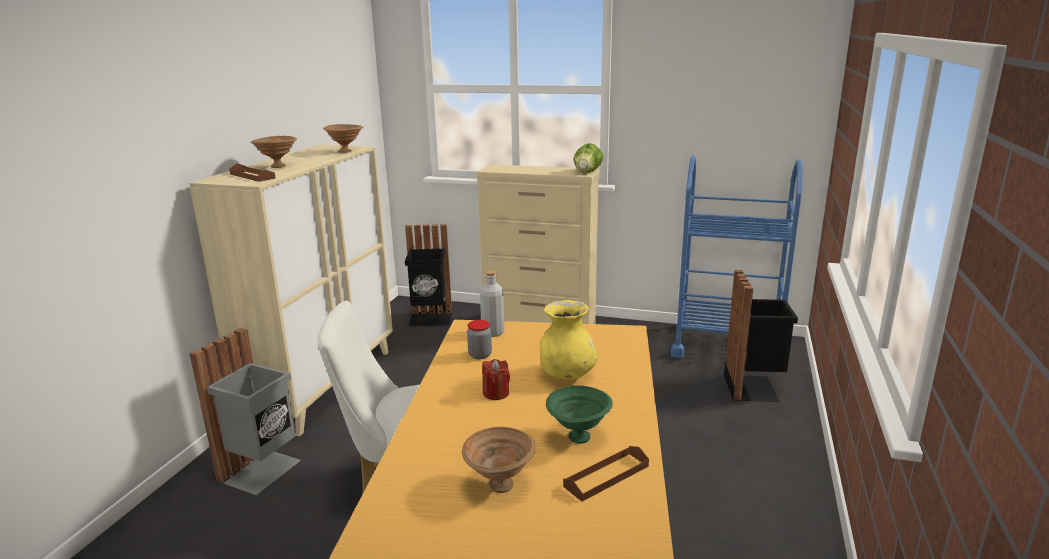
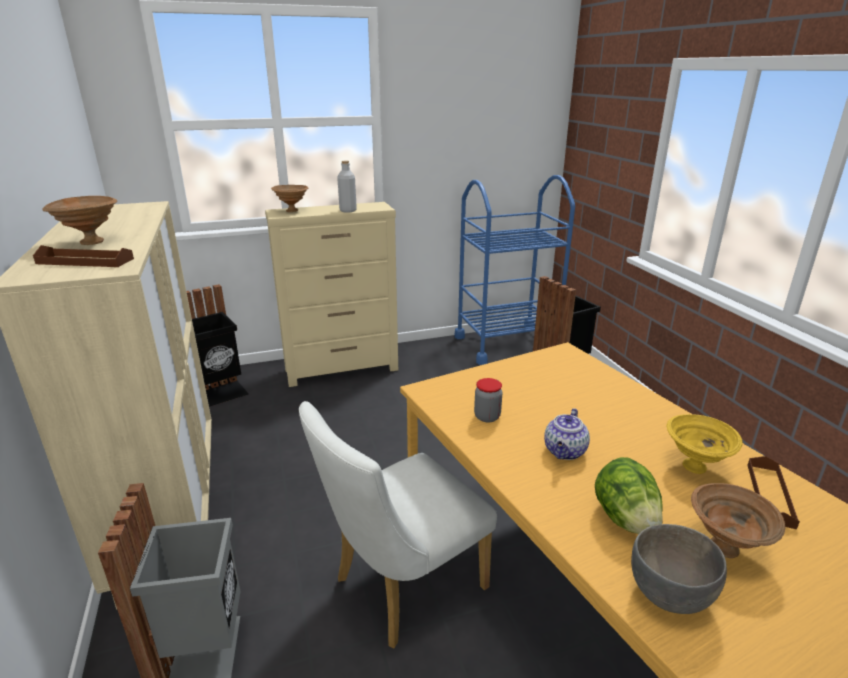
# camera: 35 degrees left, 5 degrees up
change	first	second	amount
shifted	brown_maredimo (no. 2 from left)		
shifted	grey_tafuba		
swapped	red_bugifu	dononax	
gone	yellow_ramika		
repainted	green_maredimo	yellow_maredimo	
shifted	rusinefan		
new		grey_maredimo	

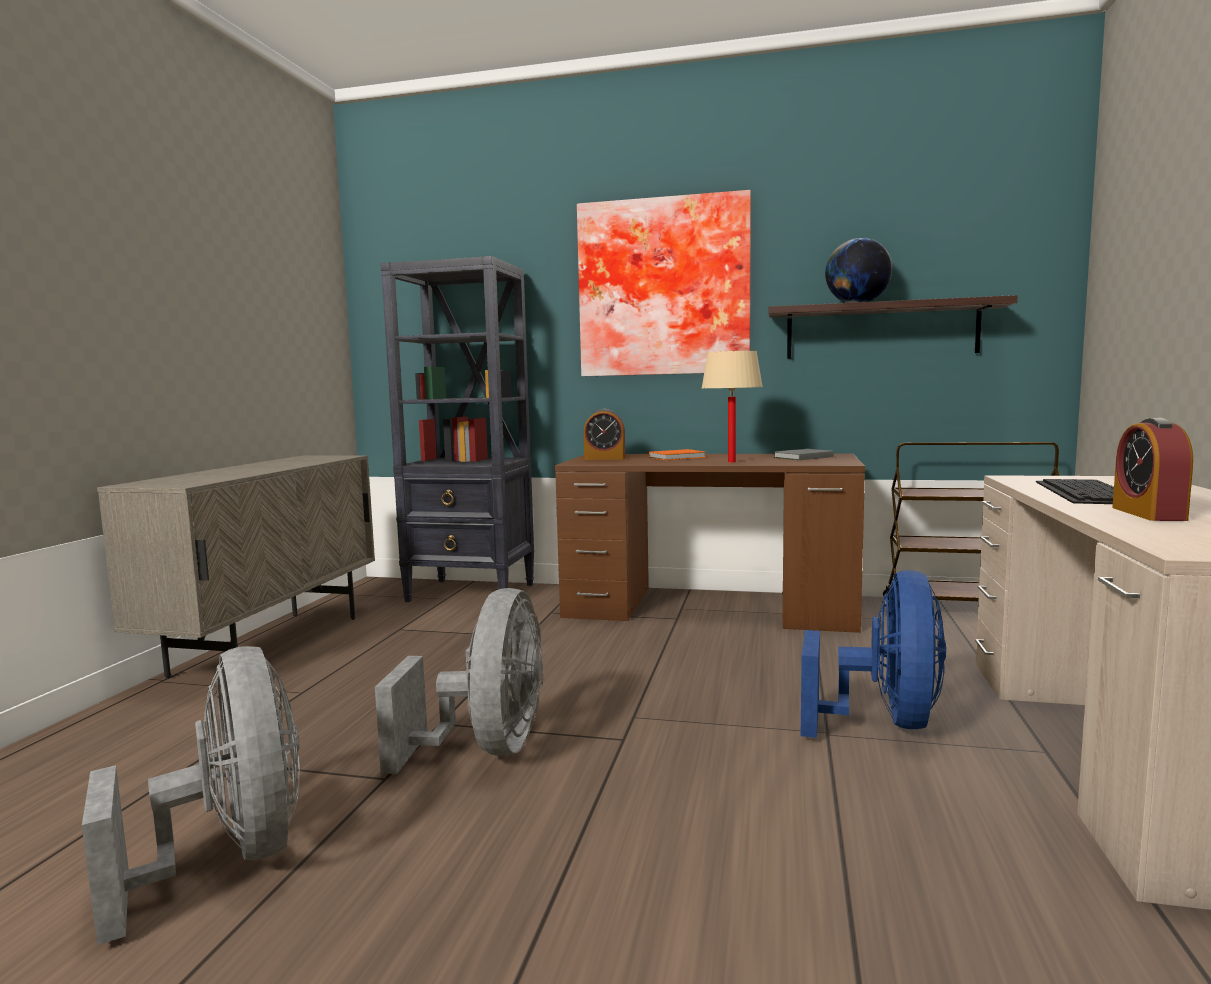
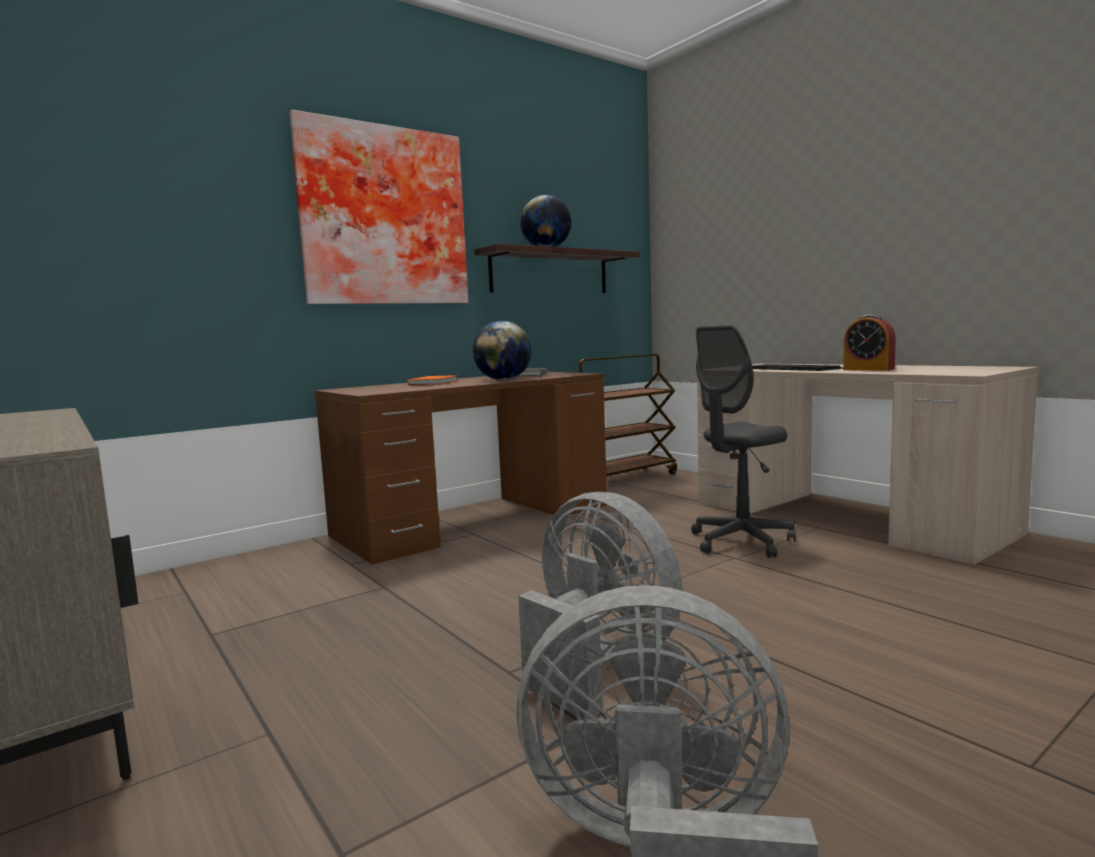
# camera: 50 degrees left, 0 degrees up
change	first	second	amount
gone	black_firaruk		
gone	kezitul (no. 1 from left)		
swapped	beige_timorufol	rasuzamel (no. 1 from left)	
swapped	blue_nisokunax	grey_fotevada	

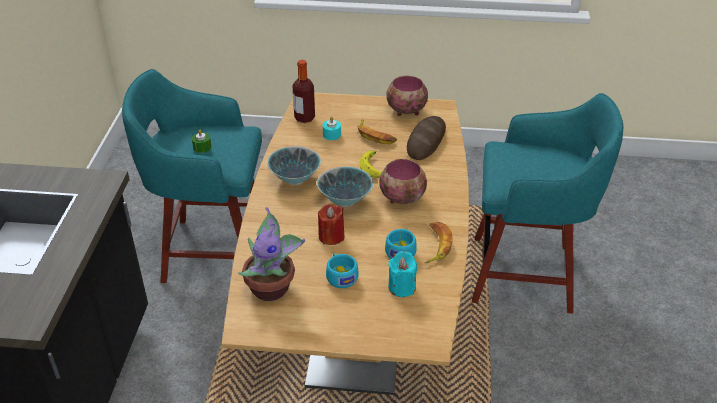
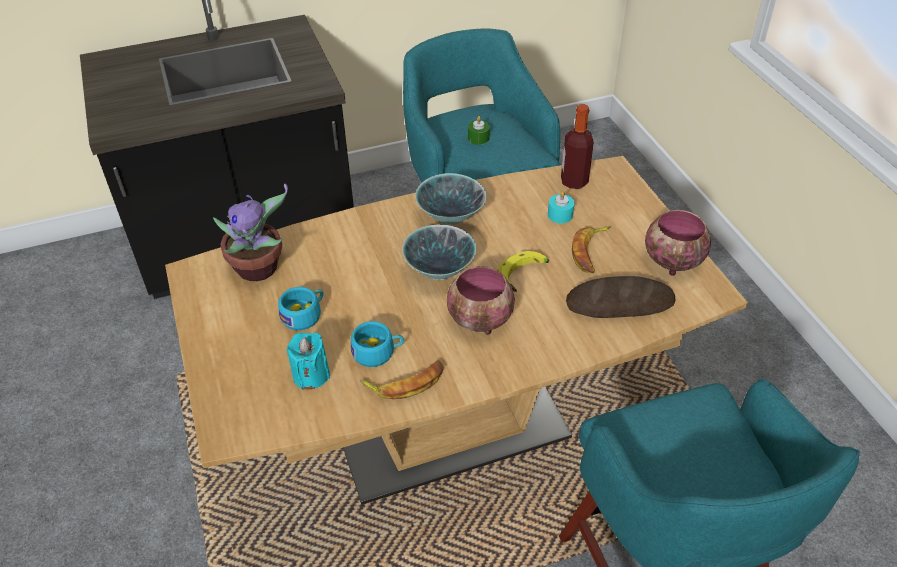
# camera: 65 degrees right, 5 degrees up
change	first	second	amount
gone	red_bugifu		

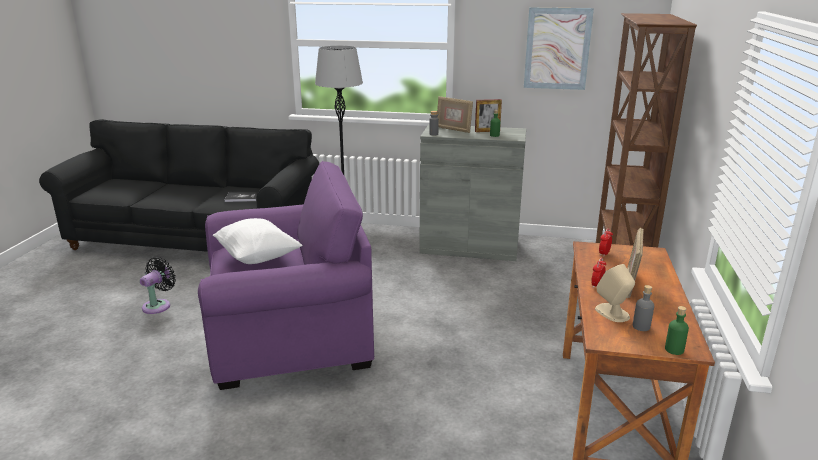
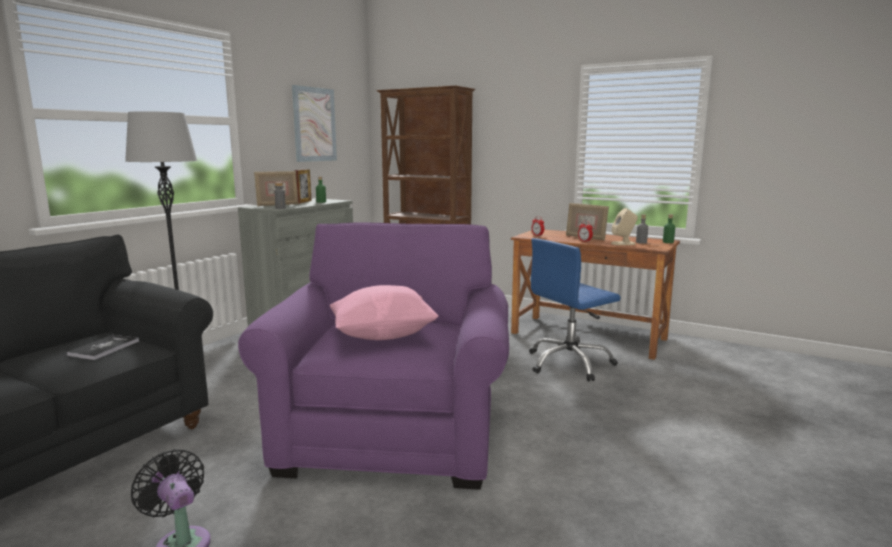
# camera: 70 degrees left, 10 degrees down
change	first	second	amount
repainted	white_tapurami	pink_tapurami	
new		blue_fotevada	

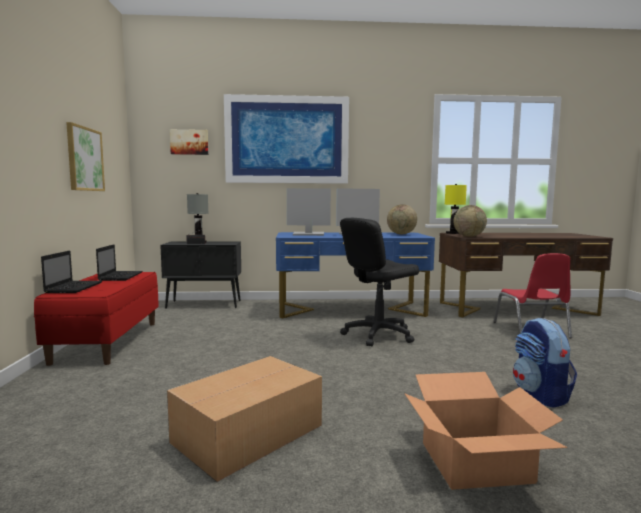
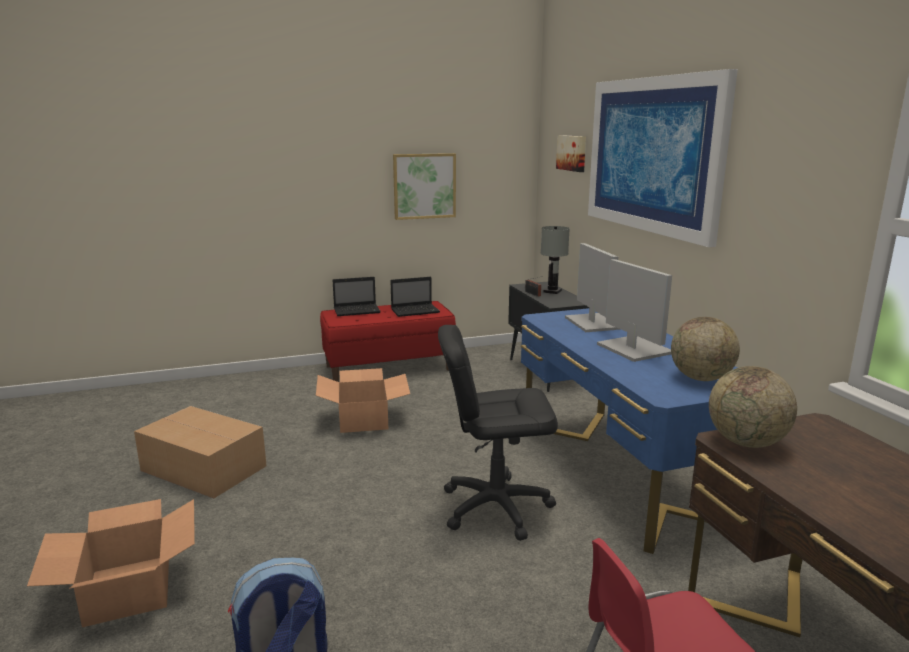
# camera: 75 degrees right, 10 degrees up
change	first	second	amount
rotated	black_fotevada		45 degrees counterclockwise
gone	yellow_timorufol		
new		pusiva (no. 3 from left)	

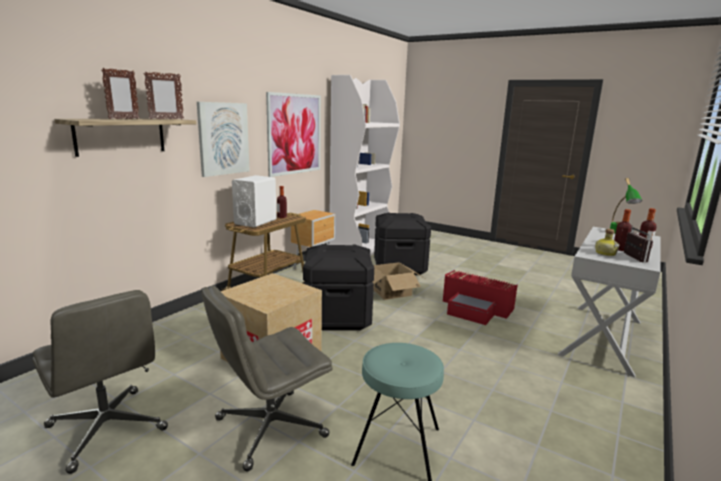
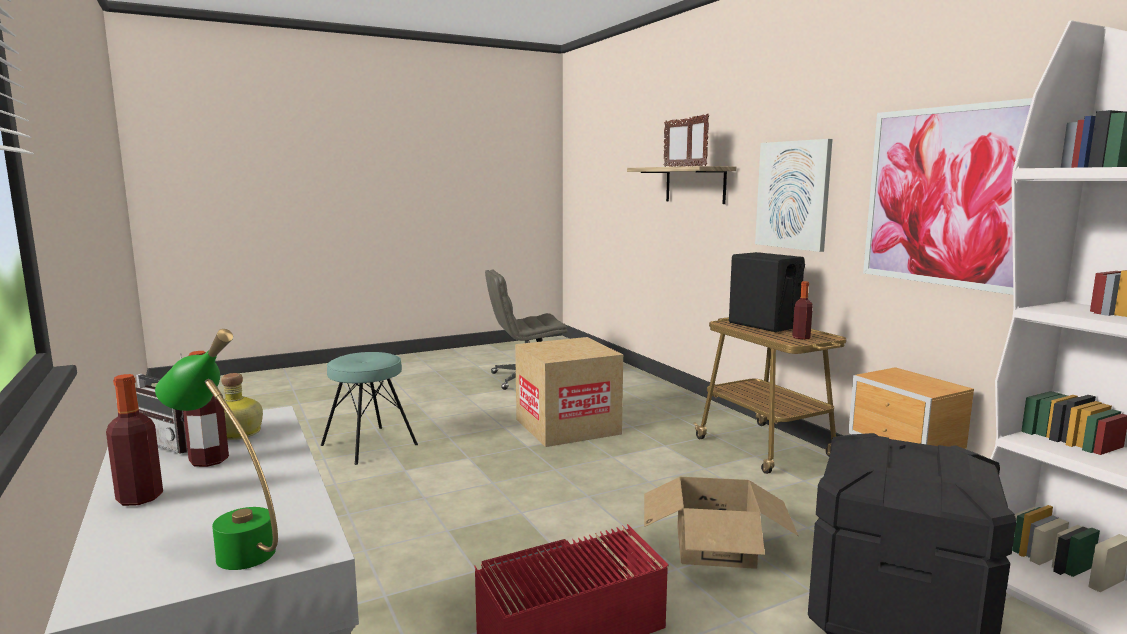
# camera: 120 degrees right, 5 degrees down
change	first	second	amount
gone	grey_fotevada (no. 2 from left)		
repainted	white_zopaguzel	black_zopaguzel	
gone	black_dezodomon (no. 1 from left)		

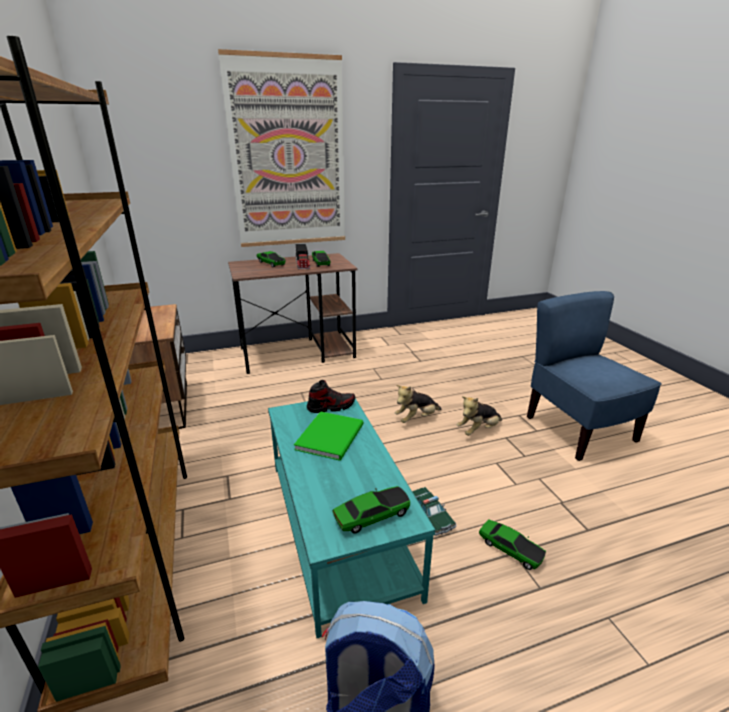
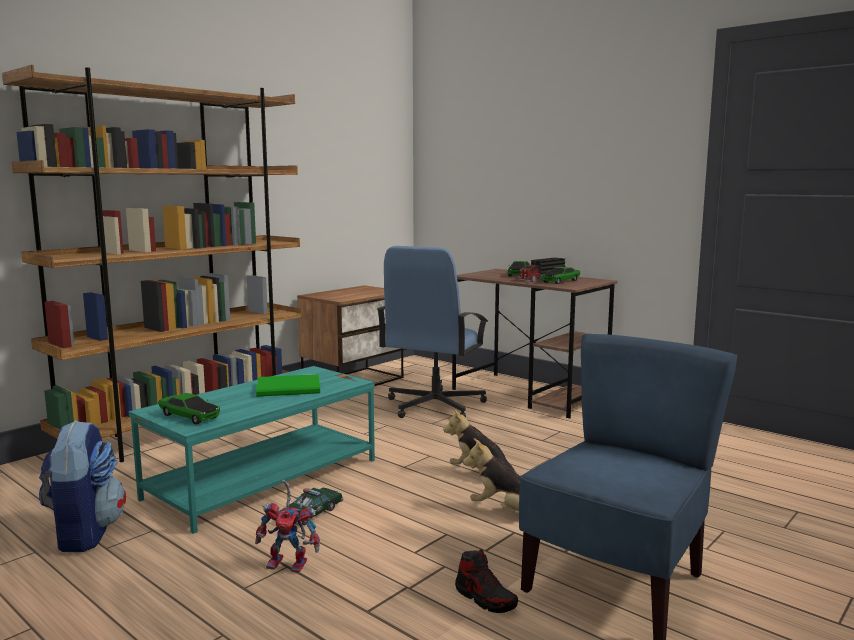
# camera: 60 degrees right, 15 degrees down
change	first	second	amount
gone	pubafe		
shifted	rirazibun		
swapped	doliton (no. 5 from left)	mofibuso	
new		blue_fotevada	

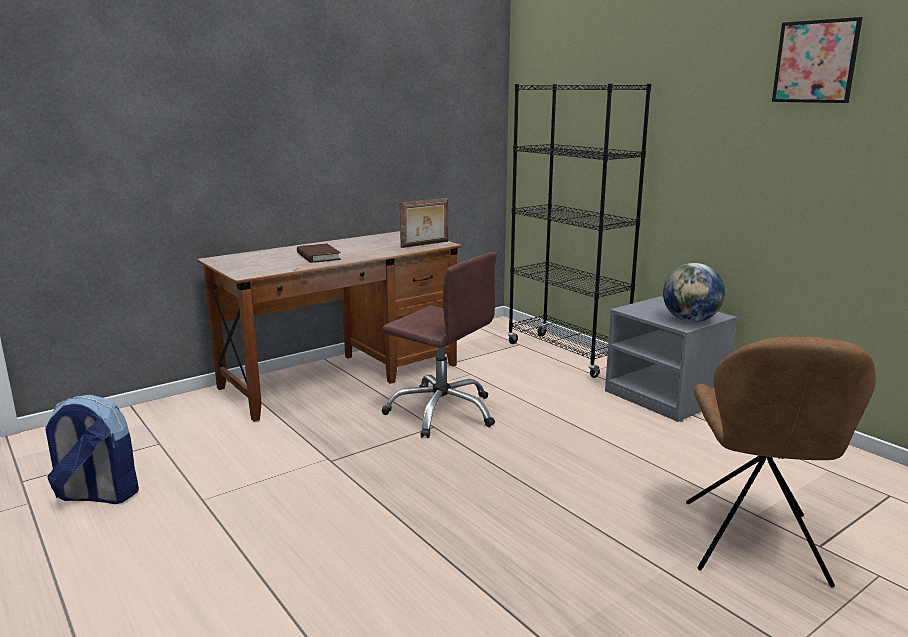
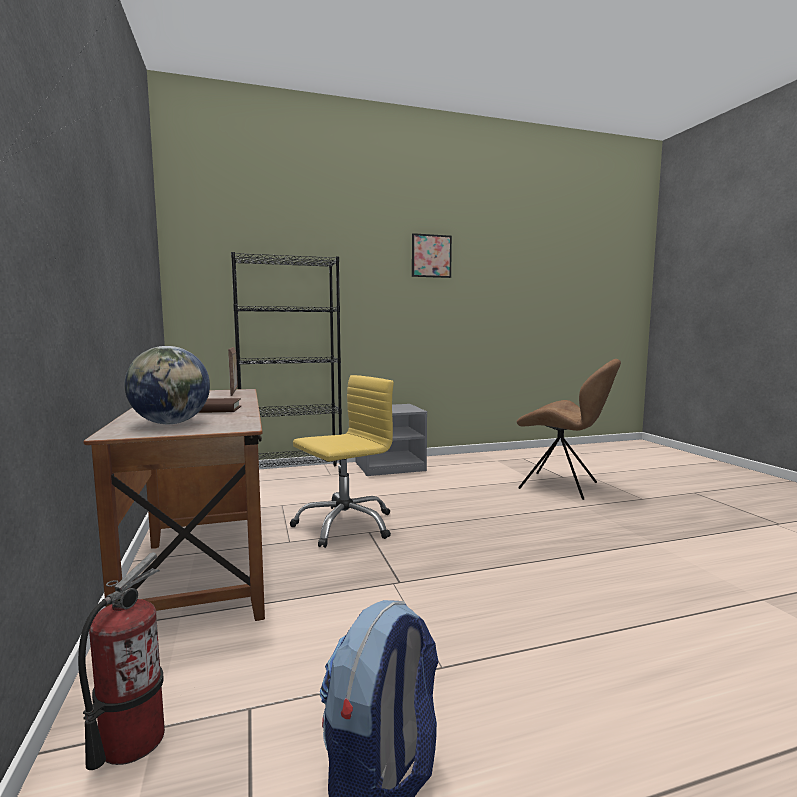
# camera: 70 degrees left, 10 degrees down
change	first	second	amount
repainted	brown_fotevada	yellow_fotevada	
shifted	rasuzamel		
new		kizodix	

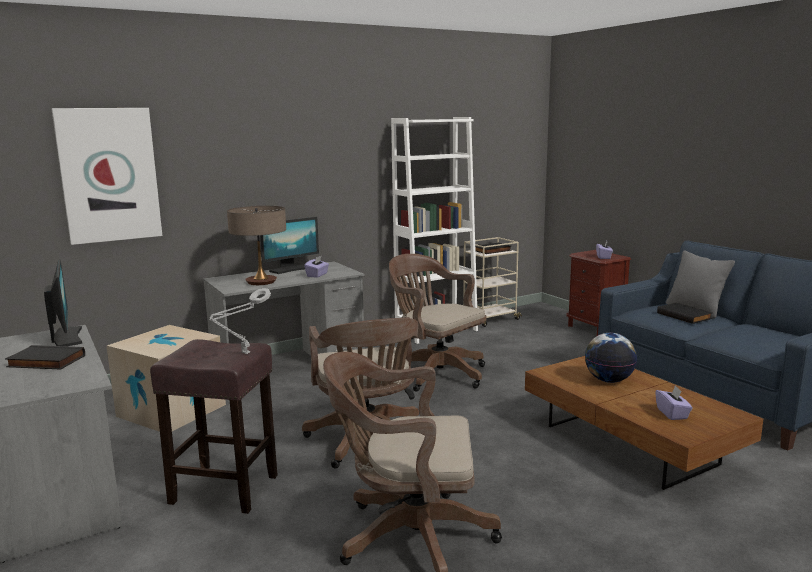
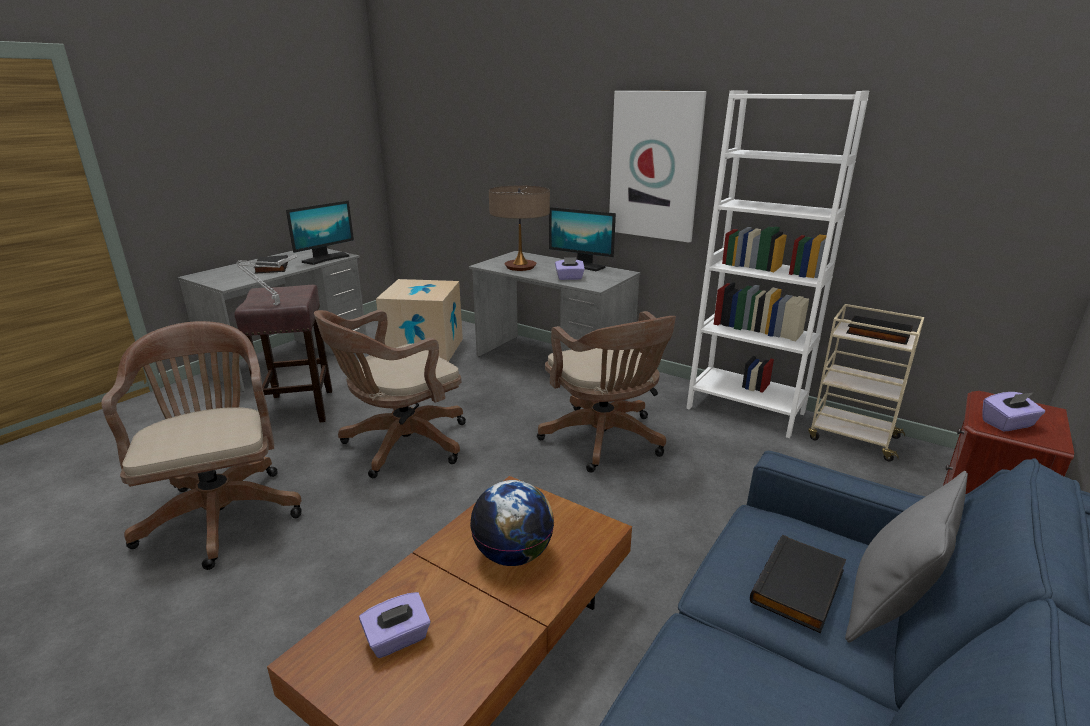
# camera: 65 degrees right, 10 degrees up
change	first	second	amount
shifted	pubafe		
rotated	brown_fotevada (no. 3 from left)		135 degrees clockwise

